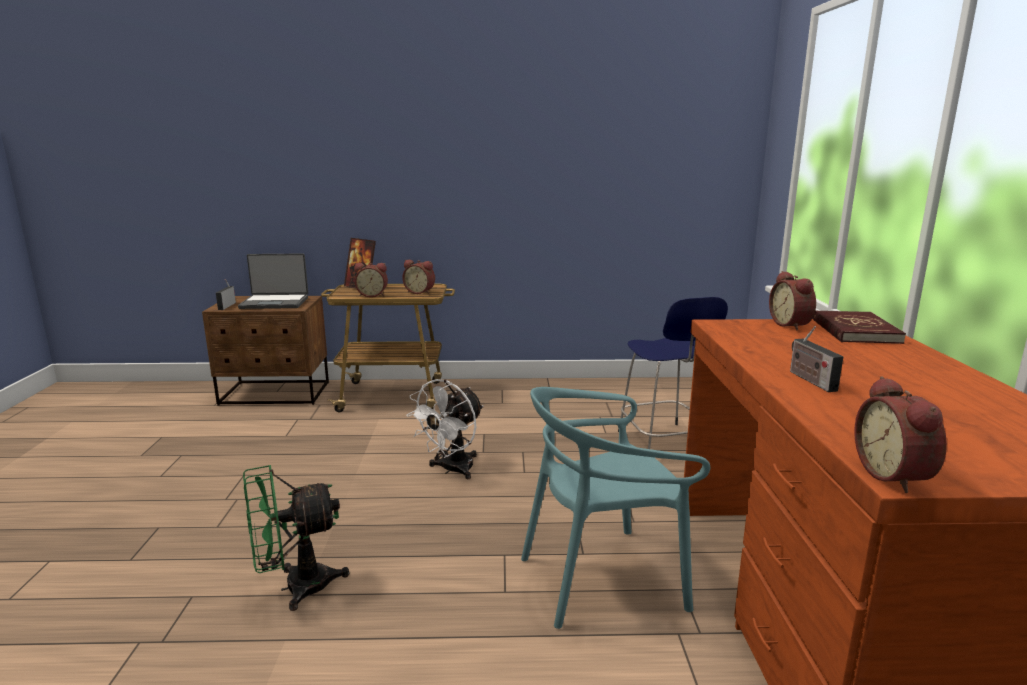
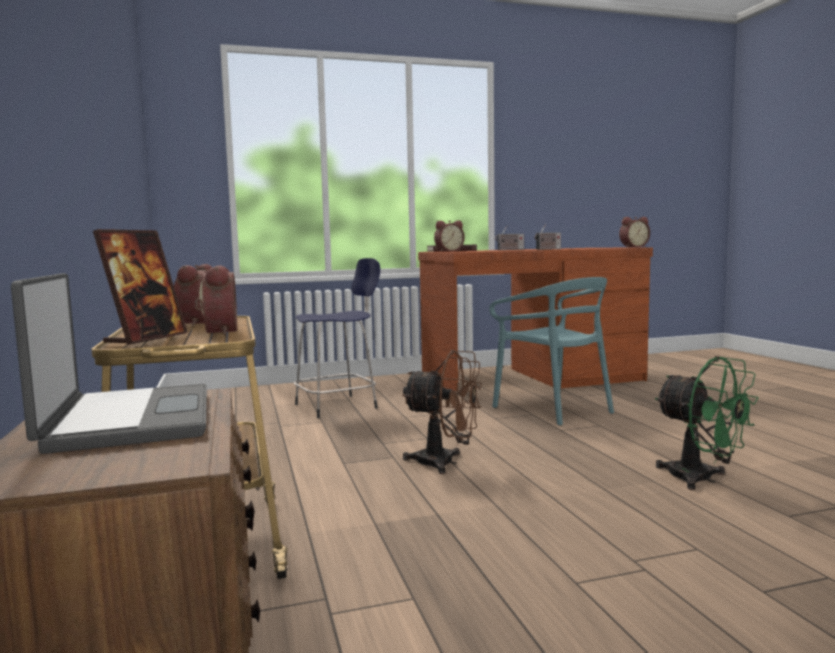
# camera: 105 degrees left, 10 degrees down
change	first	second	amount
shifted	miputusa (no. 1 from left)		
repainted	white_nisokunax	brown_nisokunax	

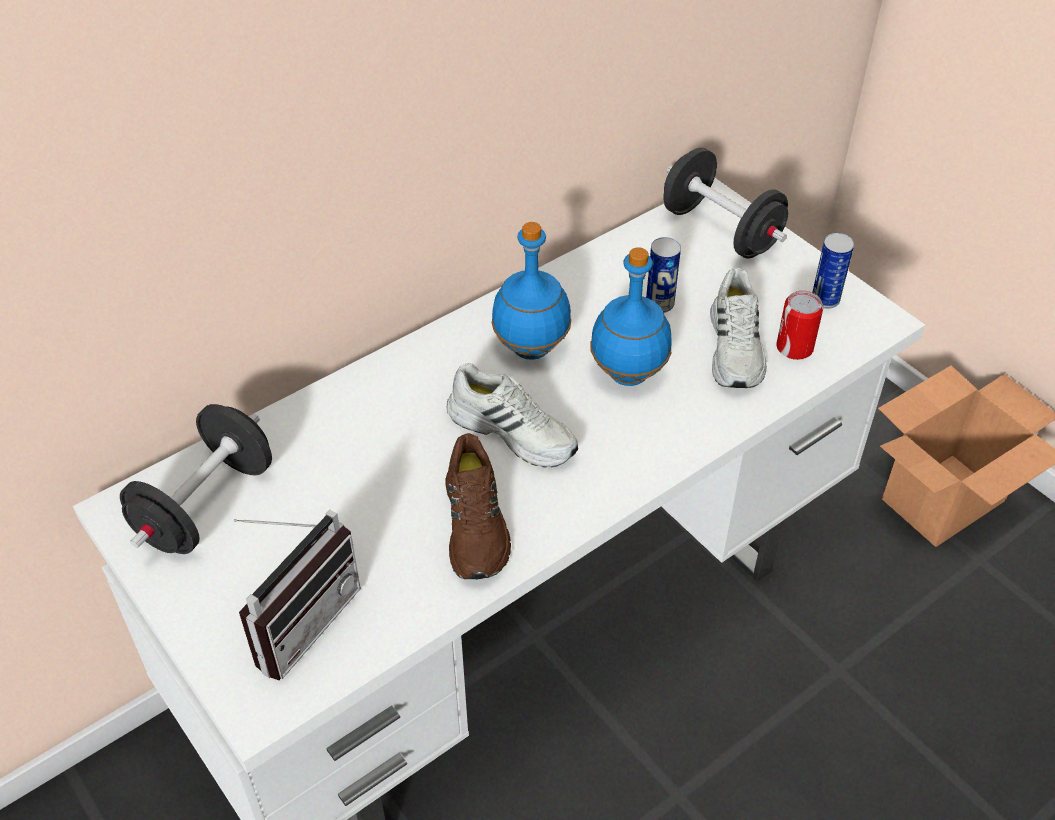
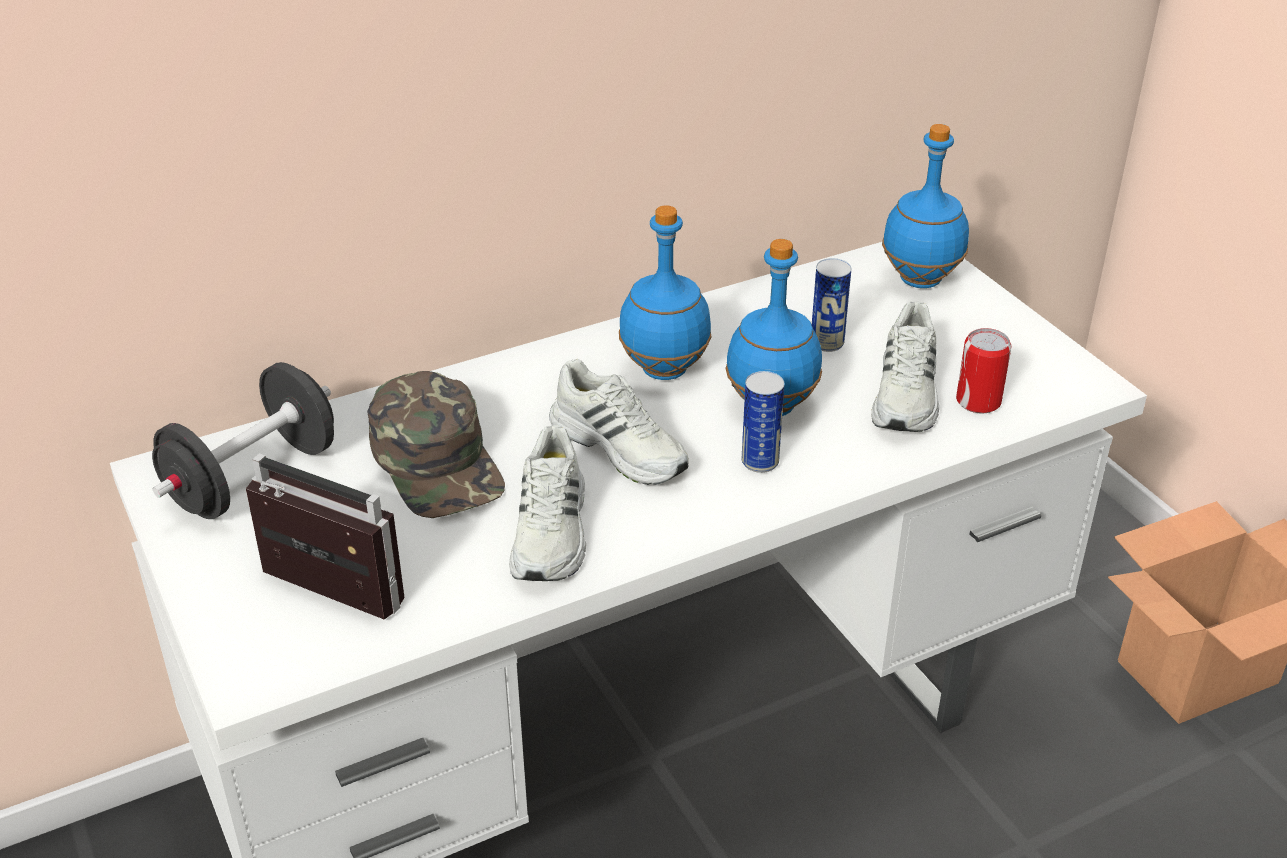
# camera: 10 degrees right, 10 degrees down
change	first	second	amount
rotated	miputusa		105 degrees counterclockwise
repainted	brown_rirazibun	white_rirazibun (no. 1 from left)	
swapped	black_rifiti (no. 2 from left)	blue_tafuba (no. 3 from left)	
shifted	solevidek (no. 3 from left in the first image)	solevidek (no. 1 from left)	
new		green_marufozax	

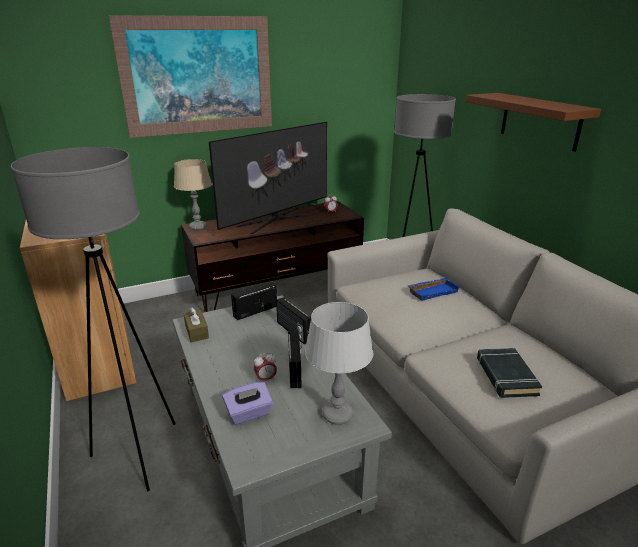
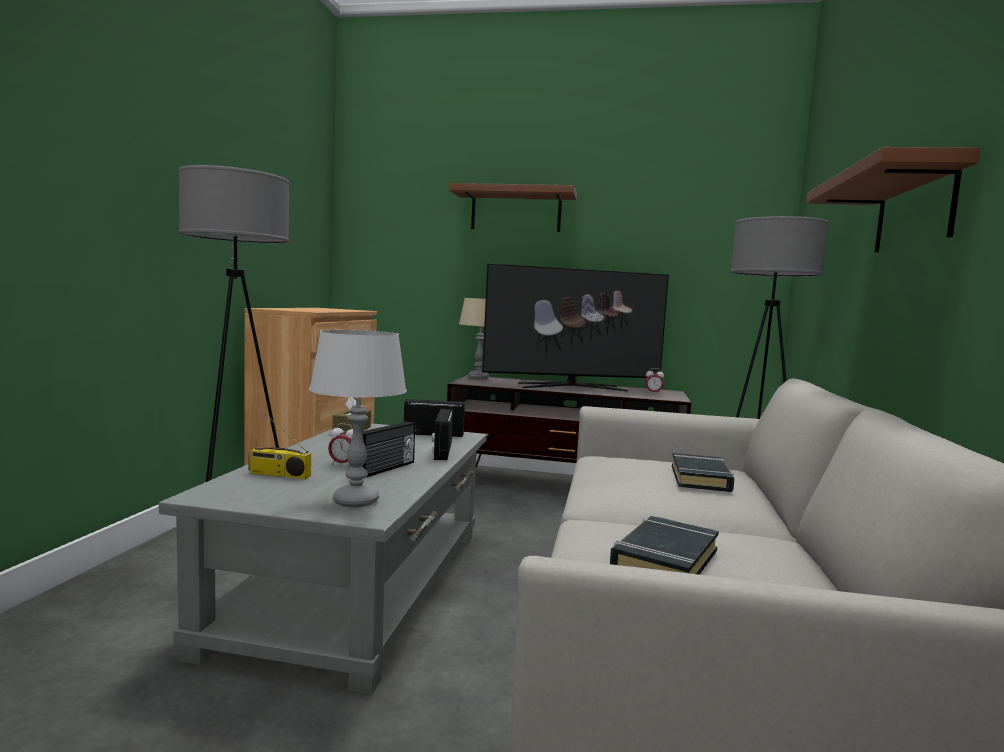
# camera: 35 degrees right, 20 degrees down
change	first	second	amount
swapped	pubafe	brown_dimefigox (no. 1 from left)	
swapped	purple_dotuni	miputusa (no. 1 from left)	
swapped	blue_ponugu	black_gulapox (no. 2 from left)	

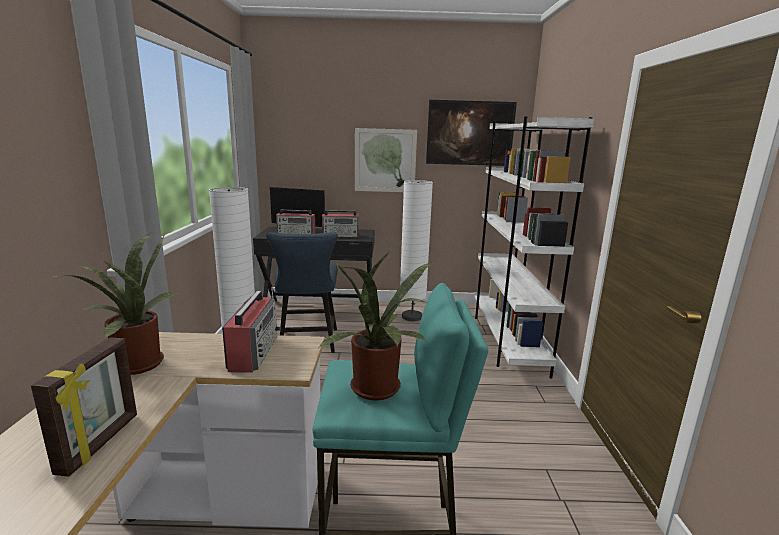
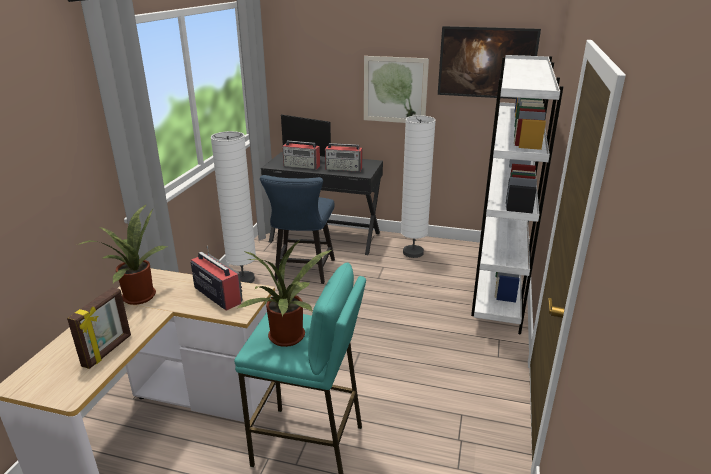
# camera: 15 degrees right, 10 degrees up
change	first	second	amount
rotated	miputusa (no. 1 from left)		60 degrees counterclockwise

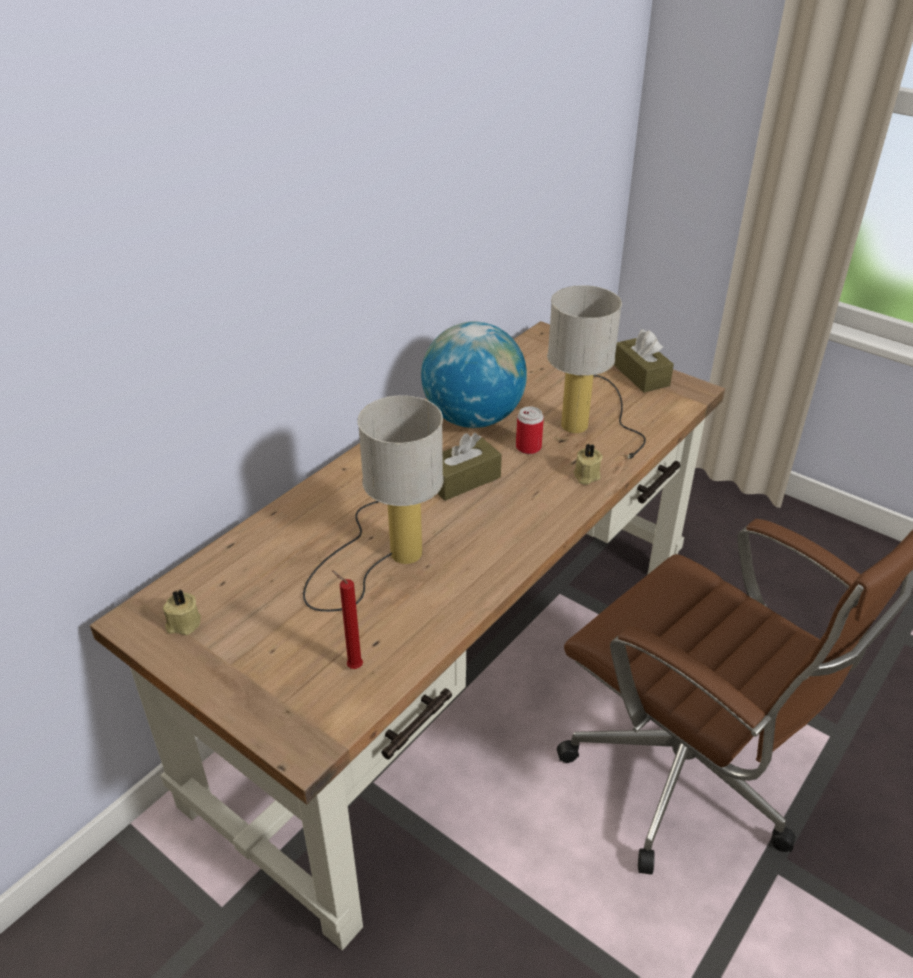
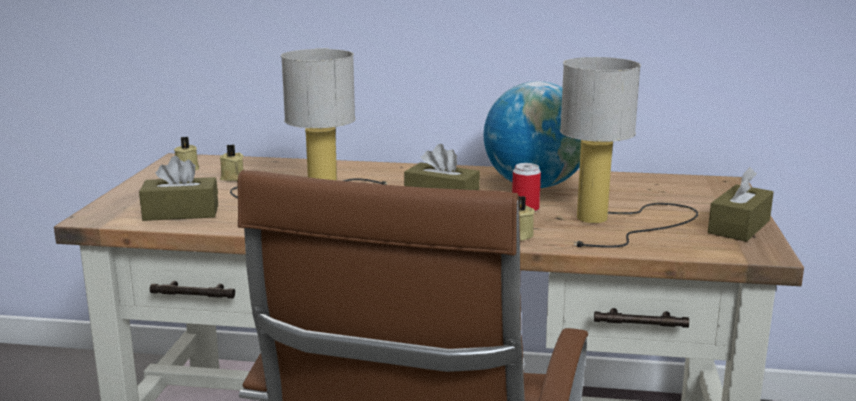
# camera: 60 degrees right, 20 degrees down
change	first	second	amount
swapped	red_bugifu	brown_dotuni (no. 1 from left)	
new		beige_bugifu (no. 2 from left)	

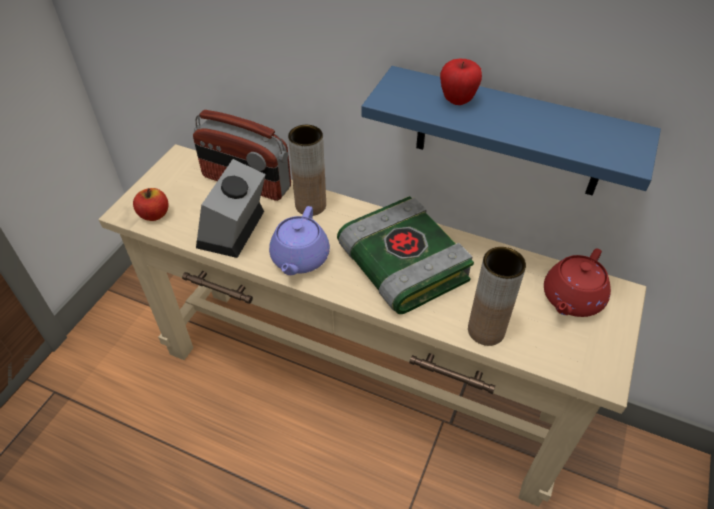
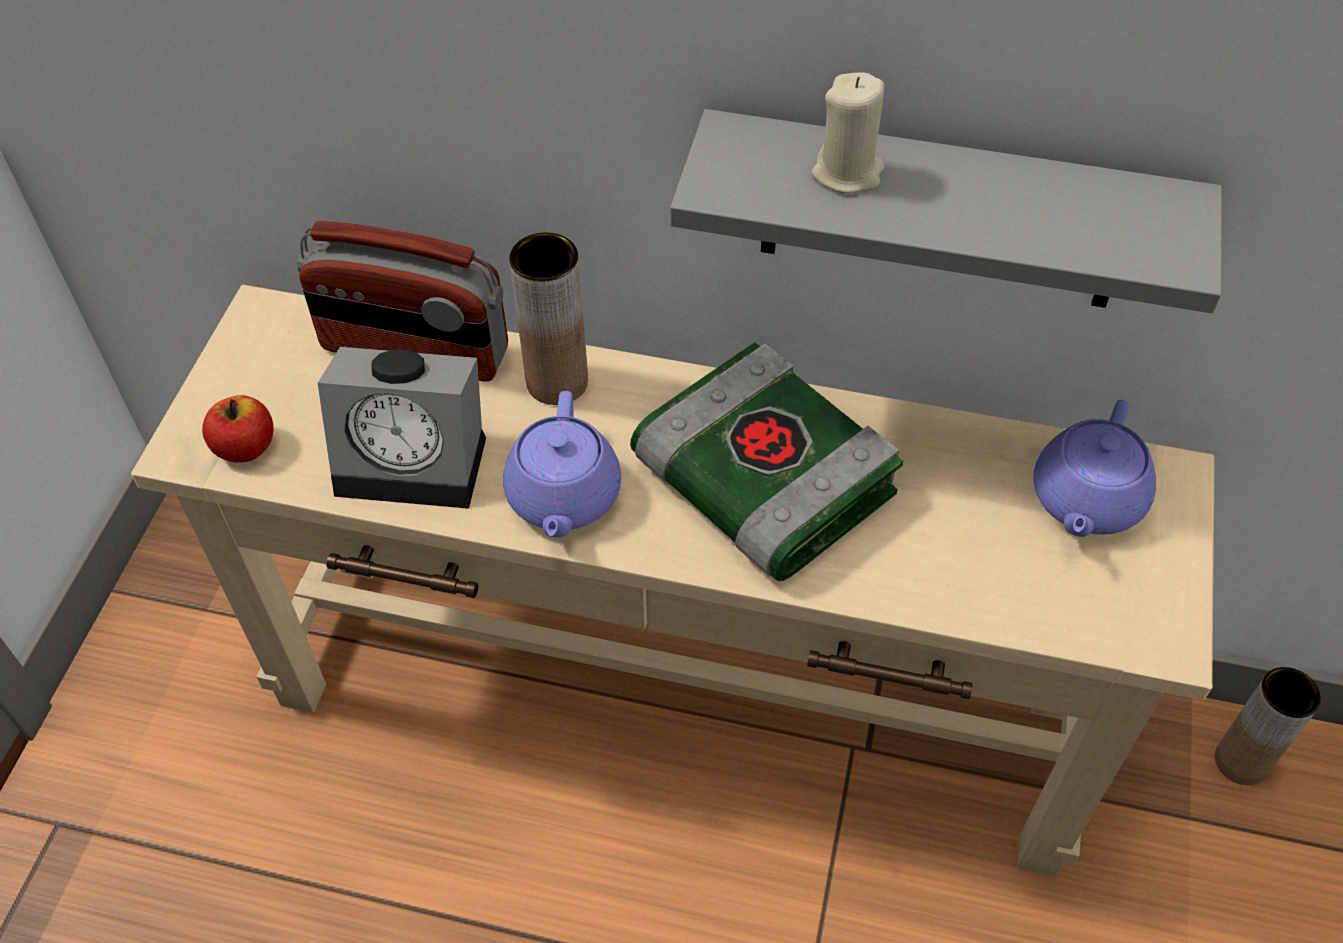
# camera: 10 degrees left, 5 degrees up
change	first	second	amount
rotated	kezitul		90 degrees counterclockwise
repainted	blue_dimefigox	grey_dimefigox	
swapped	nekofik (no. 2 from left)	beige_bugifu	
shifted	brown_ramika (no. 2 from left)		
repainted	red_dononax	purple_dononax (no. 2 from left)	

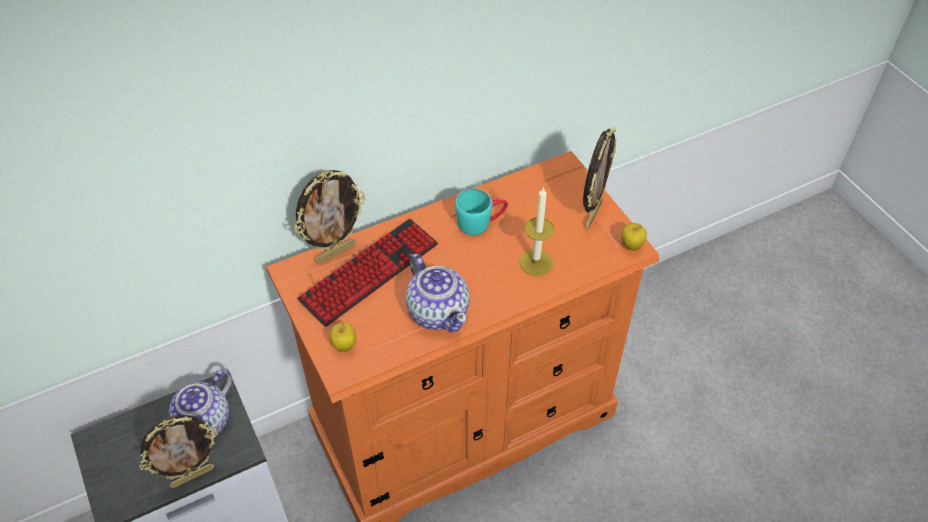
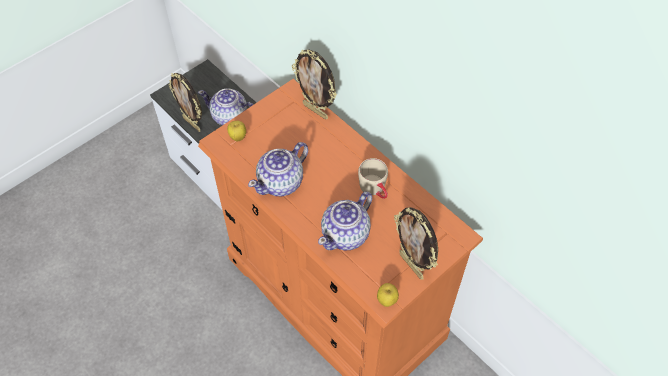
# camera: 75 degrees right, 5 degrees up
change	first	second	amount
gone	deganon		
repainted	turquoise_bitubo	beige_bitubo	
swapped	bugifu	dononax (no. 3 from left)	
rotated	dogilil (no. 3 from left)		45 degrees clockwise

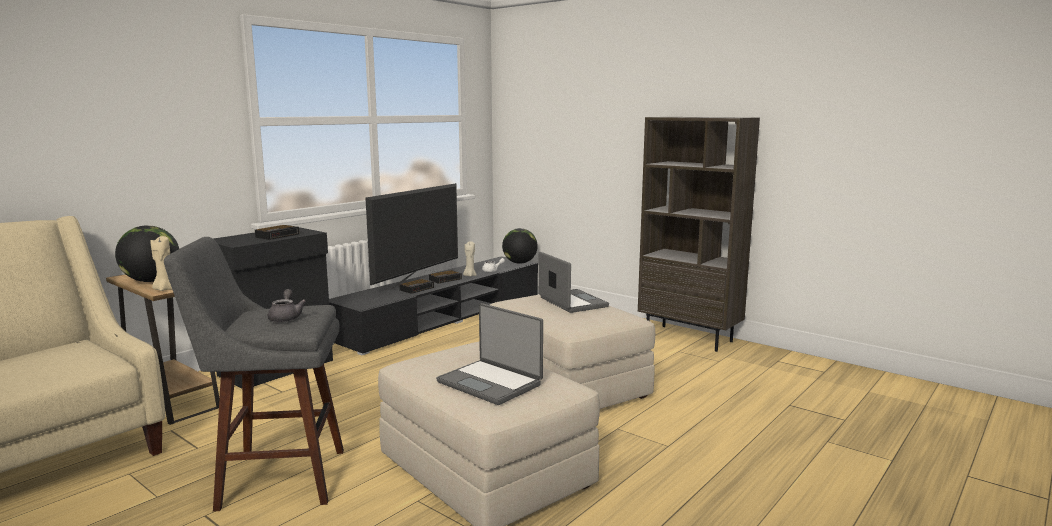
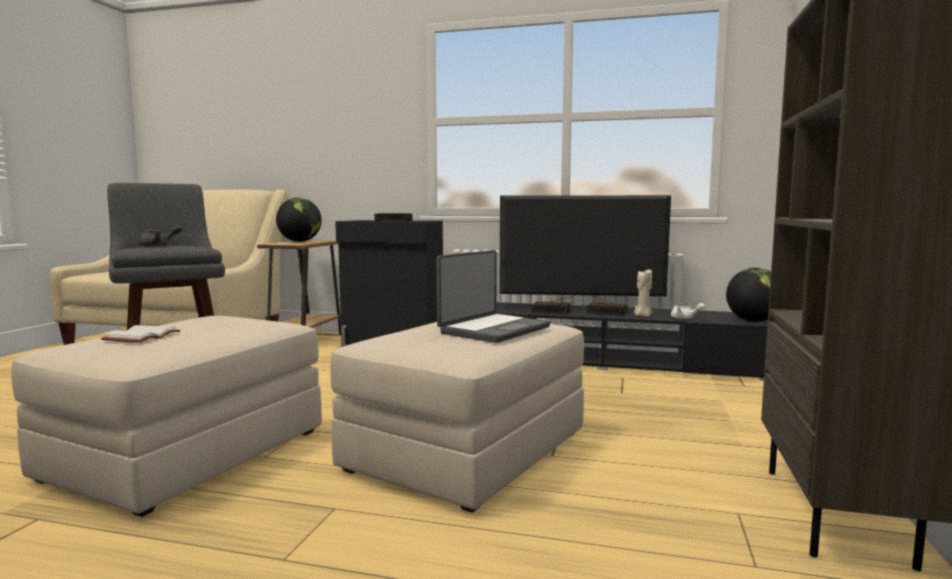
# camera: 65 degrees right, 5 degrees down
change	first	second	amount
gone	beige_bugifu (no. 1 from left)		
swapped	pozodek (no. 1 from left)	white_gulapox	

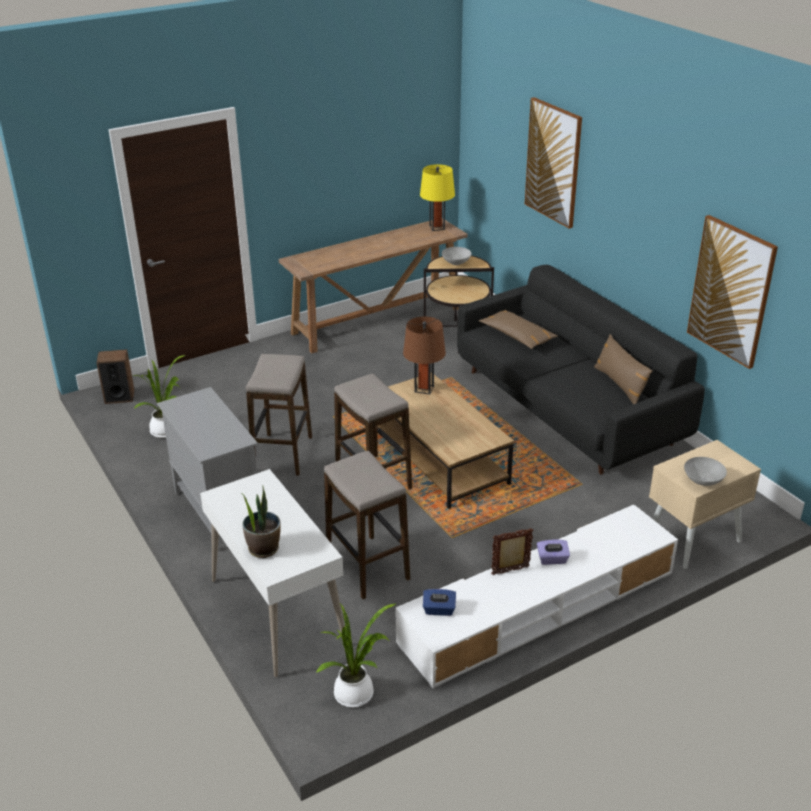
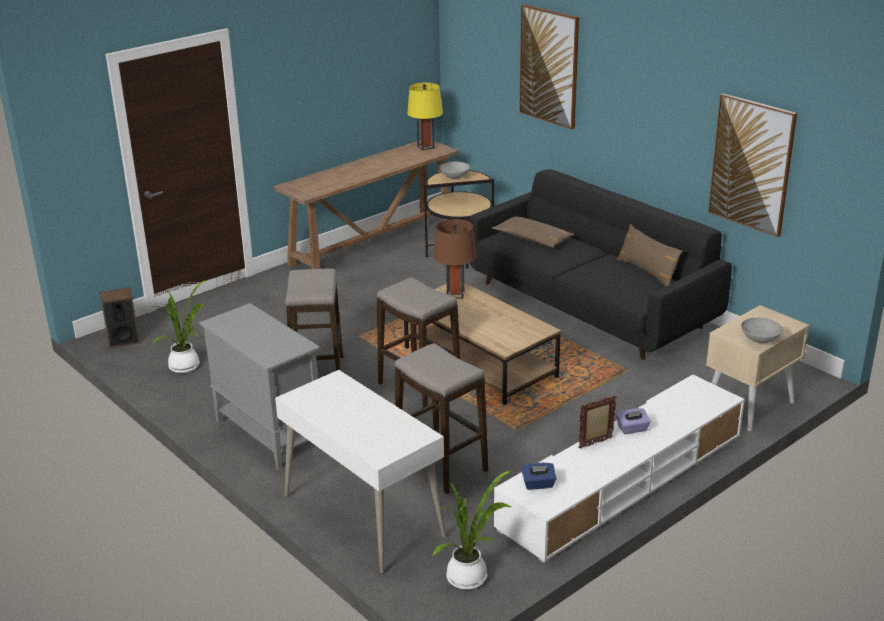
# camera: 10 degrees left, 5 degrees down
change	first	second	amount
gone	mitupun (no. 2 from left)		

